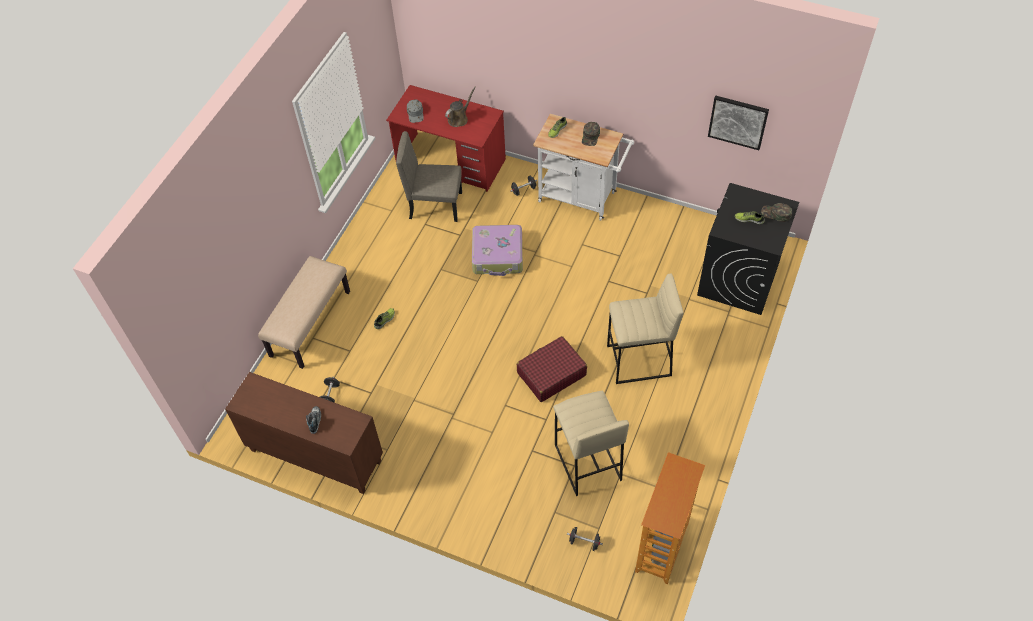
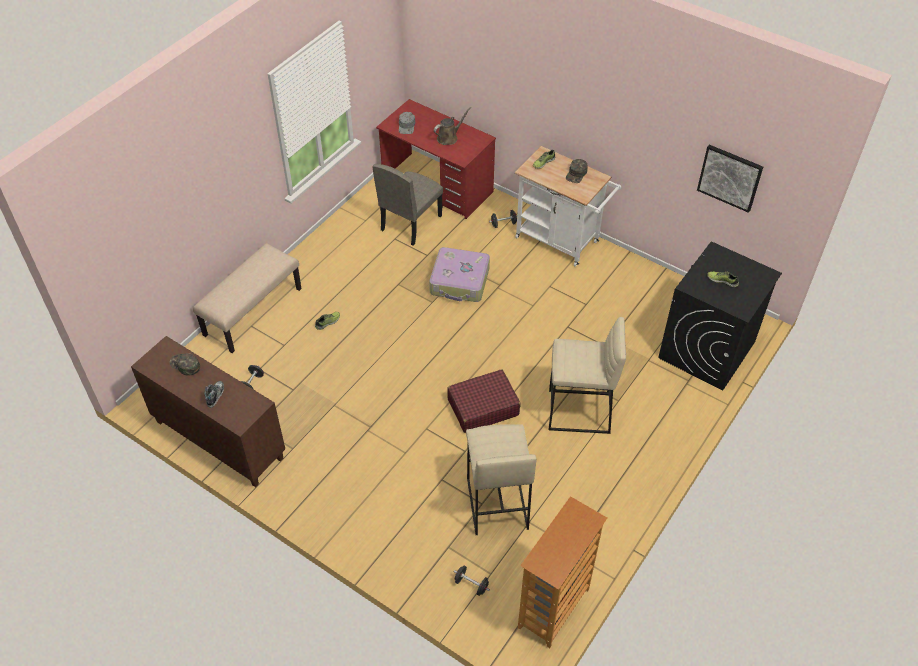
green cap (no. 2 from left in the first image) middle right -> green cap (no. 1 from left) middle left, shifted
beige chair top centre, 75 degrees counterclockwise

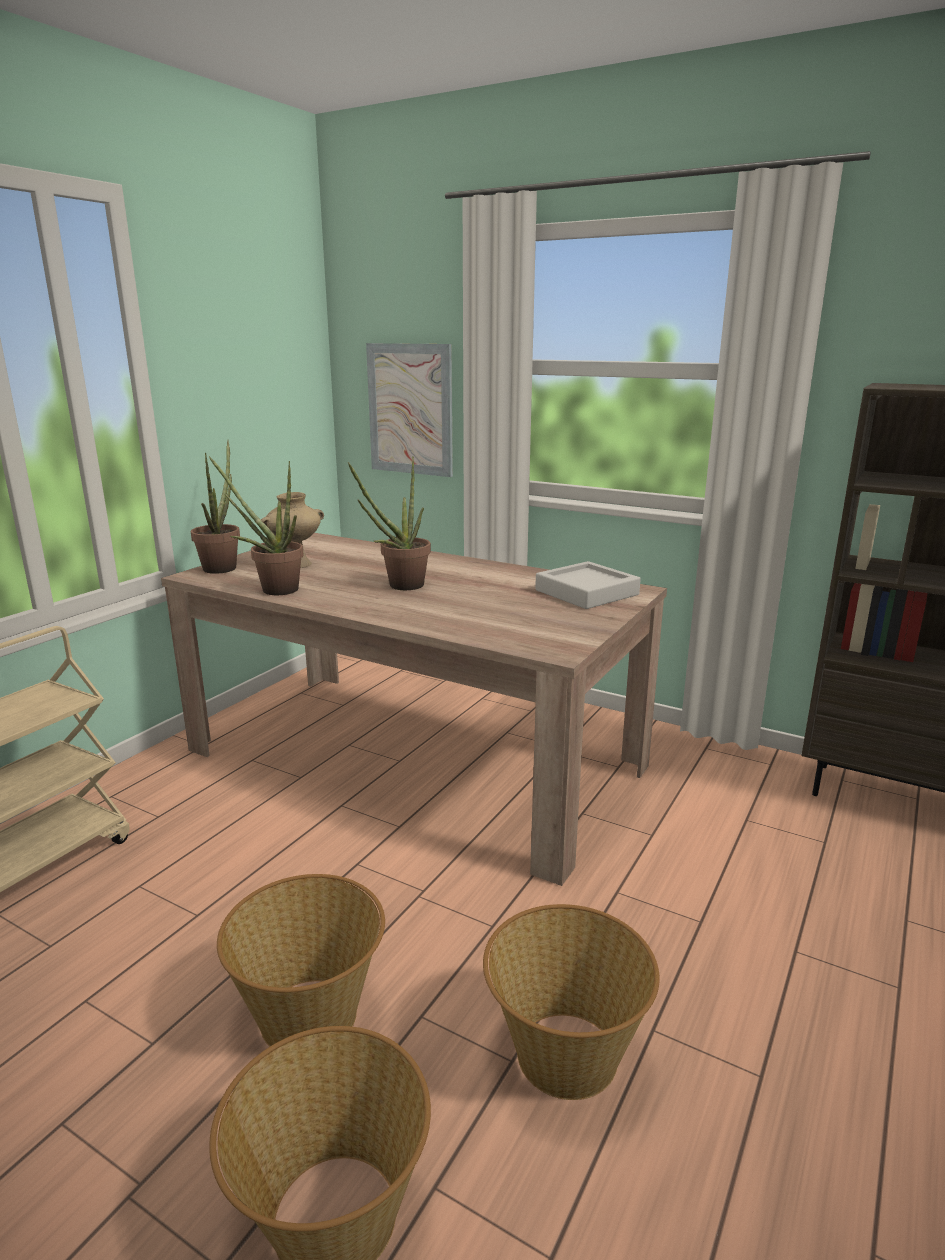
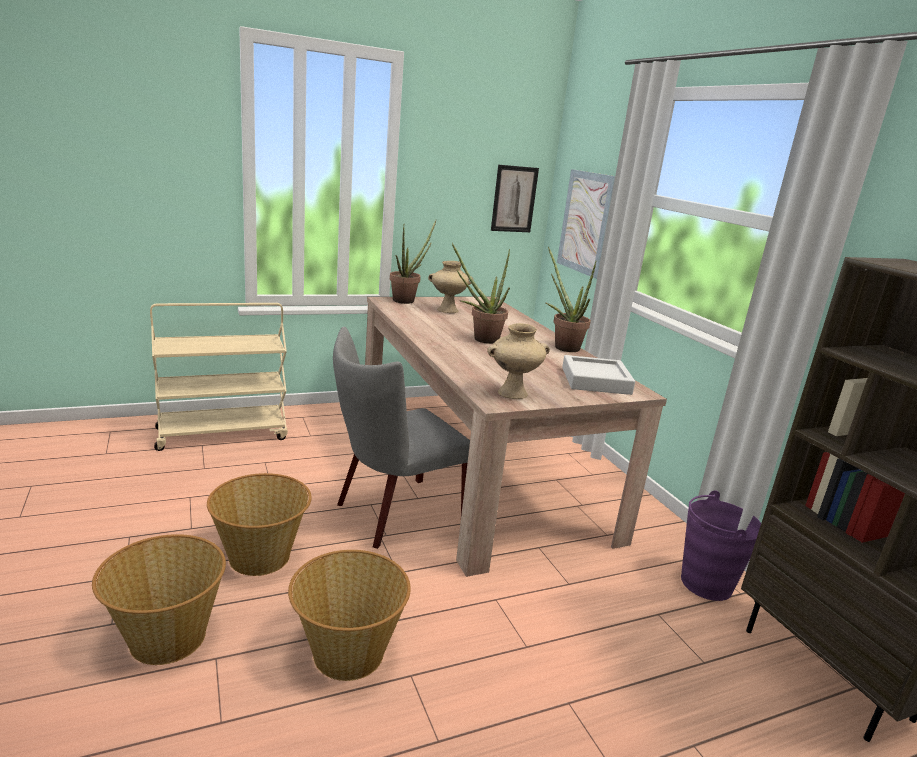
none -> grey chair centre
none -> beige vase (no. 2 from left) centre
none -> picture (no. 1 from left) top centre
none -> purple bucket bottom right
potted plant (no. 2 from left in the first image) middle left -> potted plant (no. 3 from left) centre, shifted

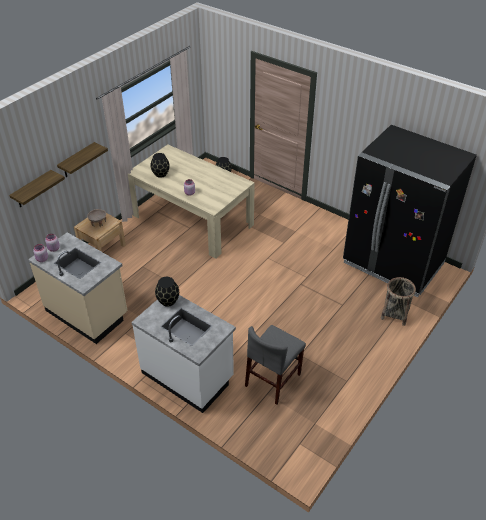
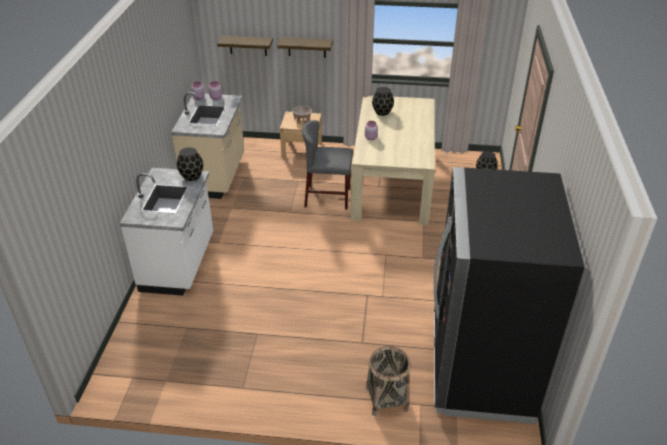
grey chair bottom centre -> grey chair centre, shifted

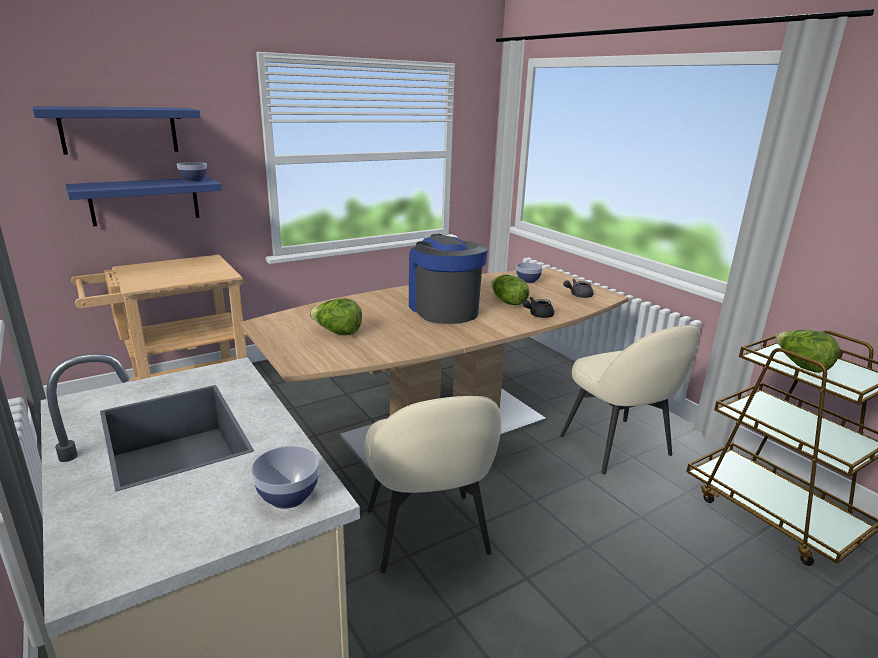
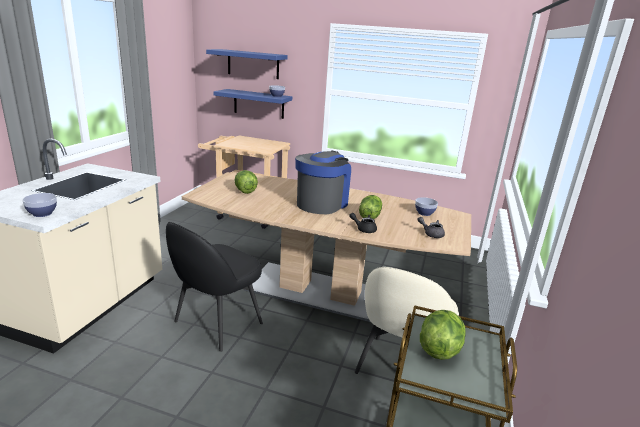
beige chair (no. 1 from left) bottom centre -> black chair bottom centre

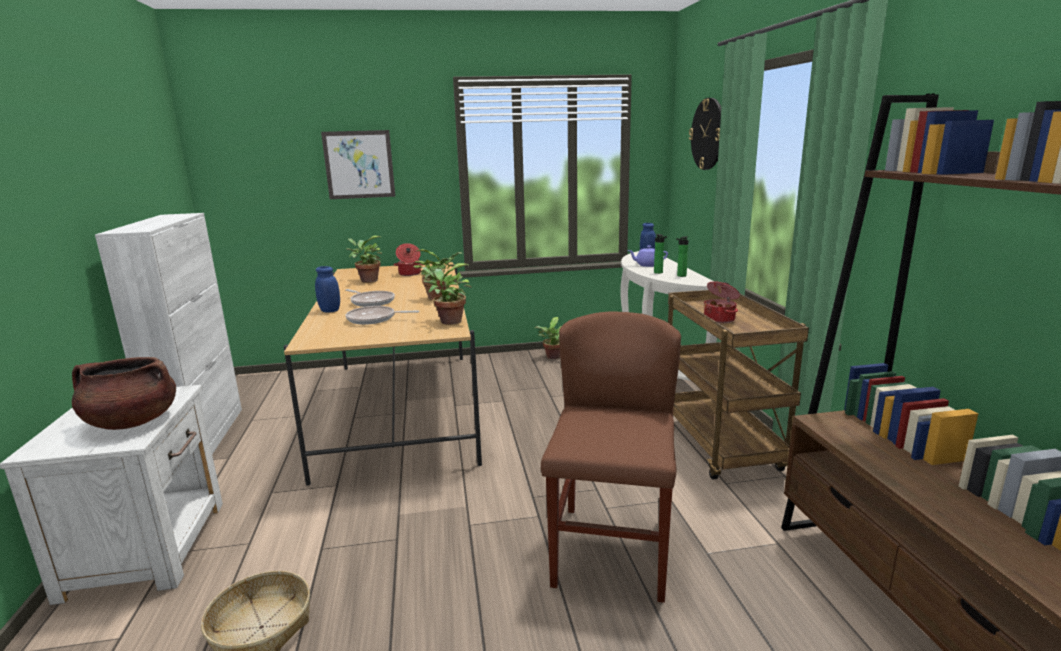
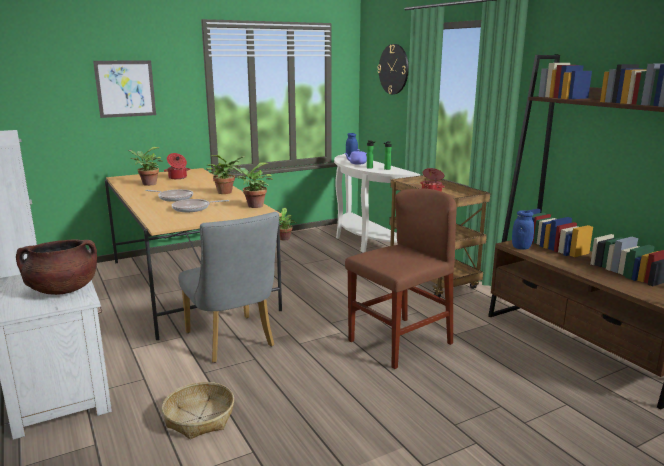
none -> grey chair centre
blue jar (no. 1 from left in the first image) middle left -> blue jar (no. 2 from left) middle right, shifted
brown chair bottom centre -> brown chair centre, 60 degrees clockwise

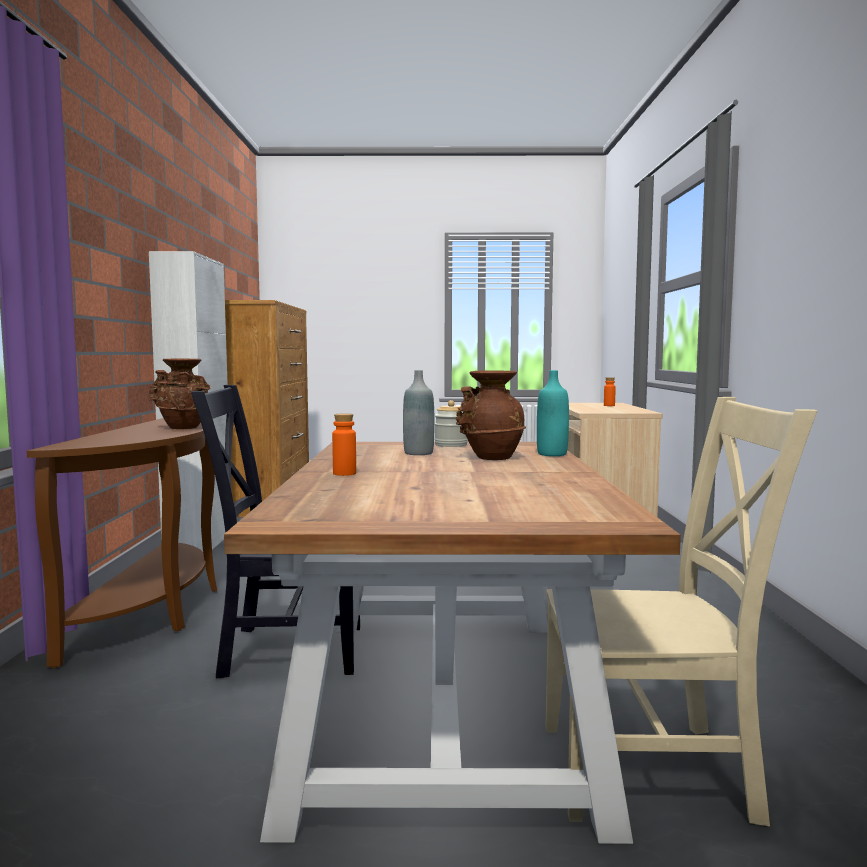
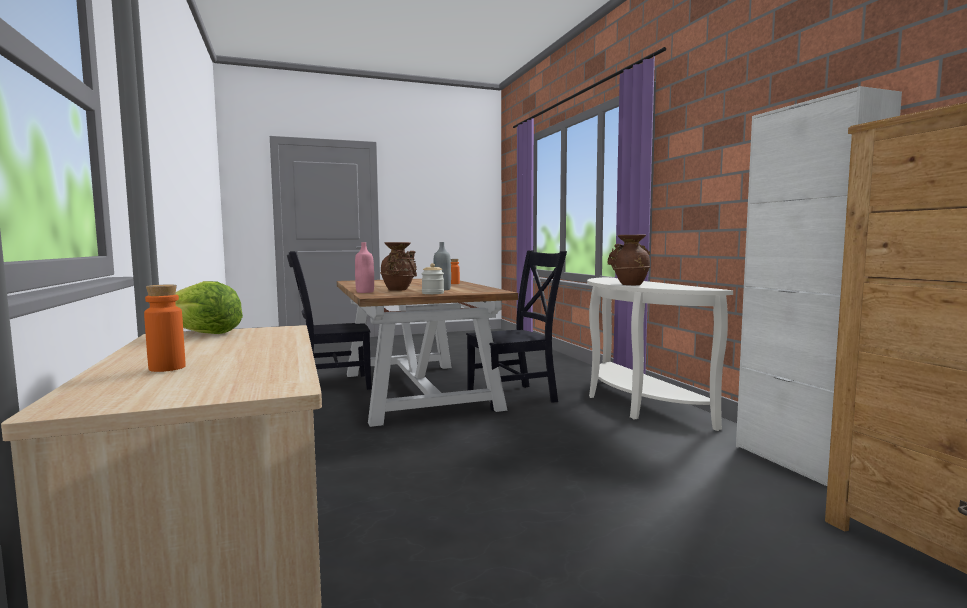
none -> lettuce middle left
brown console table middle left -> white console table middle right
turquoise bottle centre -> pink bottle centre
beige chair bottom right -> black chair (no. 1 from left) centre

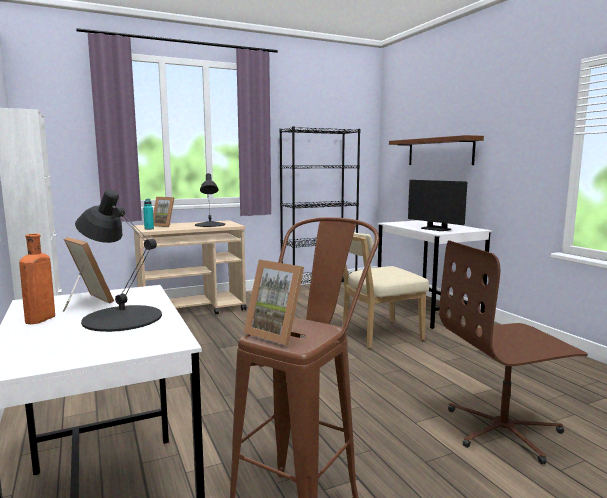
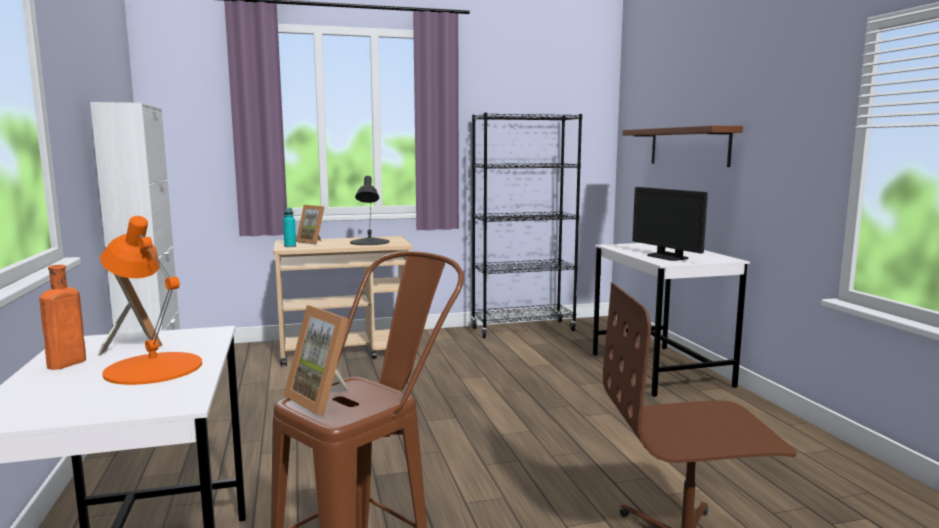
beige chair centre -> none
black table lamp (no. 1 from left) middle left -> orange table lamp middle left

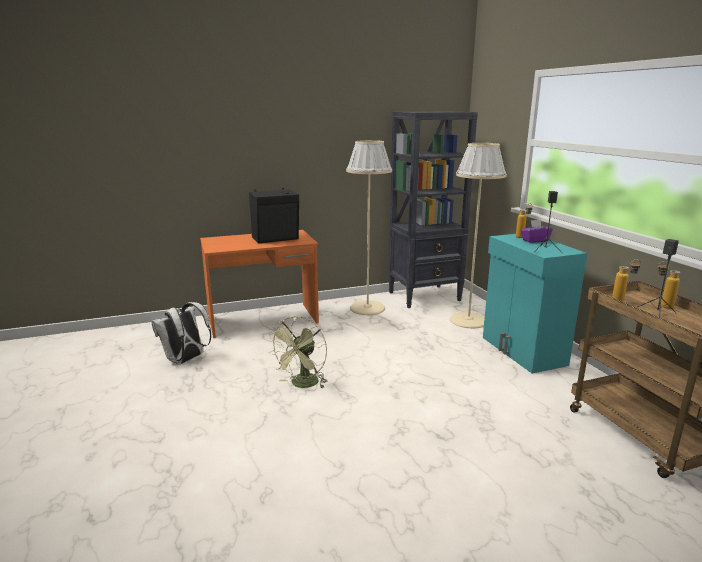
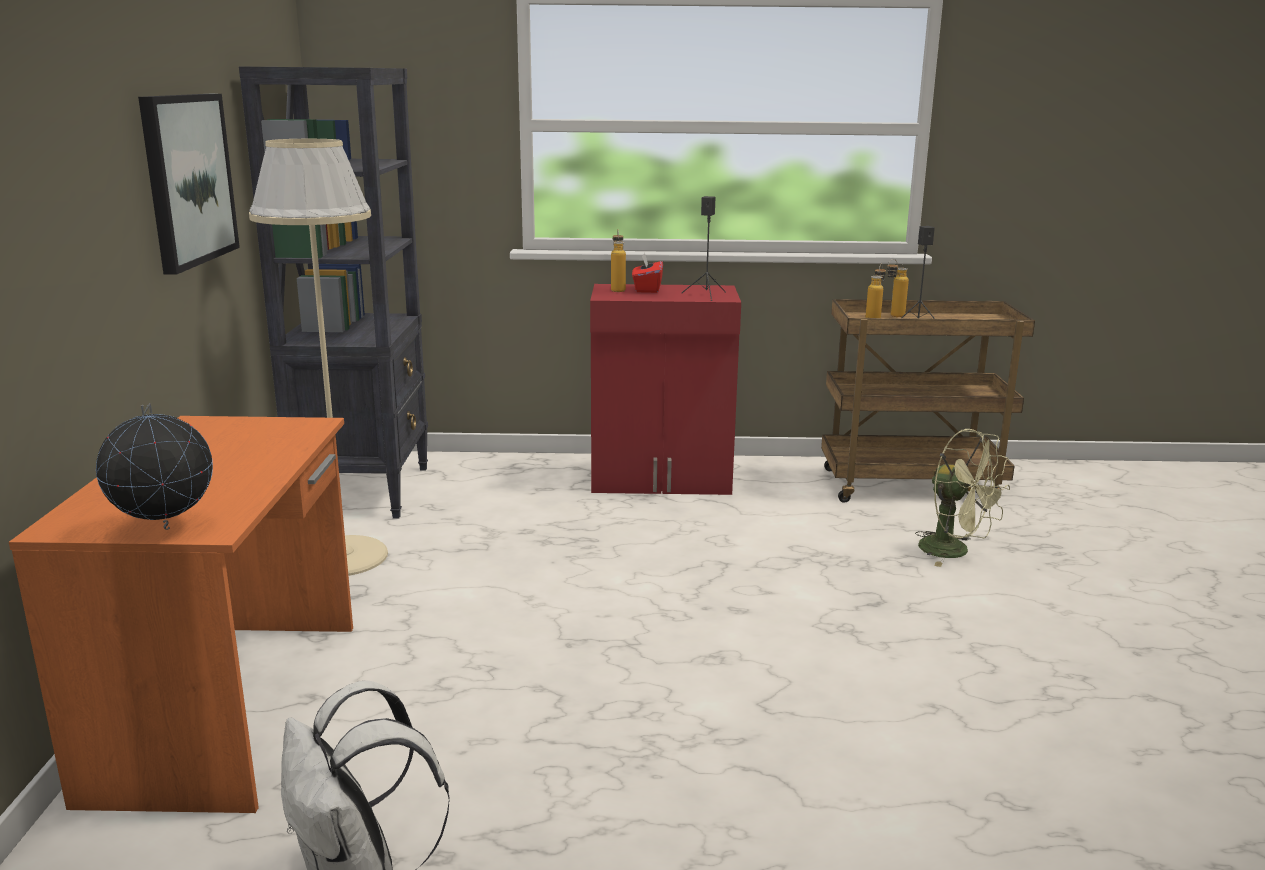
black speaker (no. 1 from left) centre -> none
beige floor lamp (no. 2 from left) middle right -> none
none -> globe middle left
none -> picture top left
green fan centre -> green fan middle right, shifted
turquoise cabinet middle right -> red cabinet centre
purple tissue box middle right -> red tissue box top centre

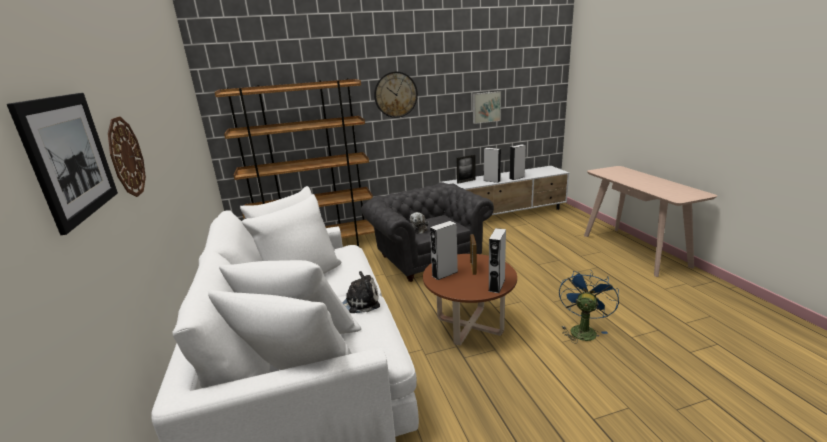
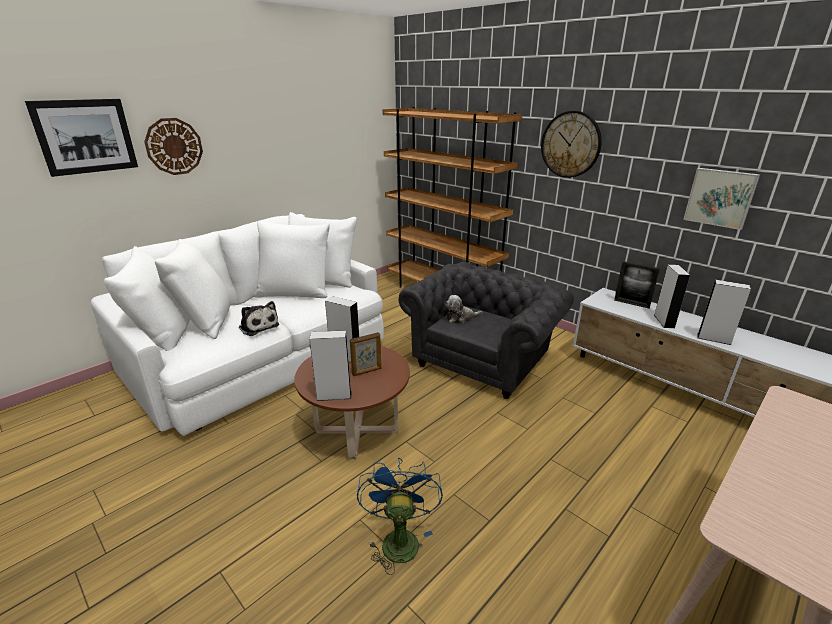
blue fan bottom right -> blue fan bottom centre, 90 degrees counterclockwise

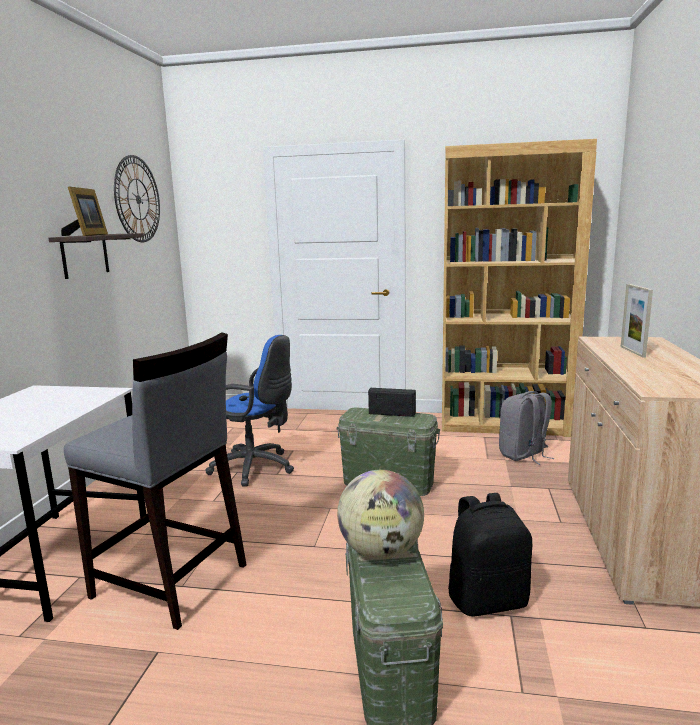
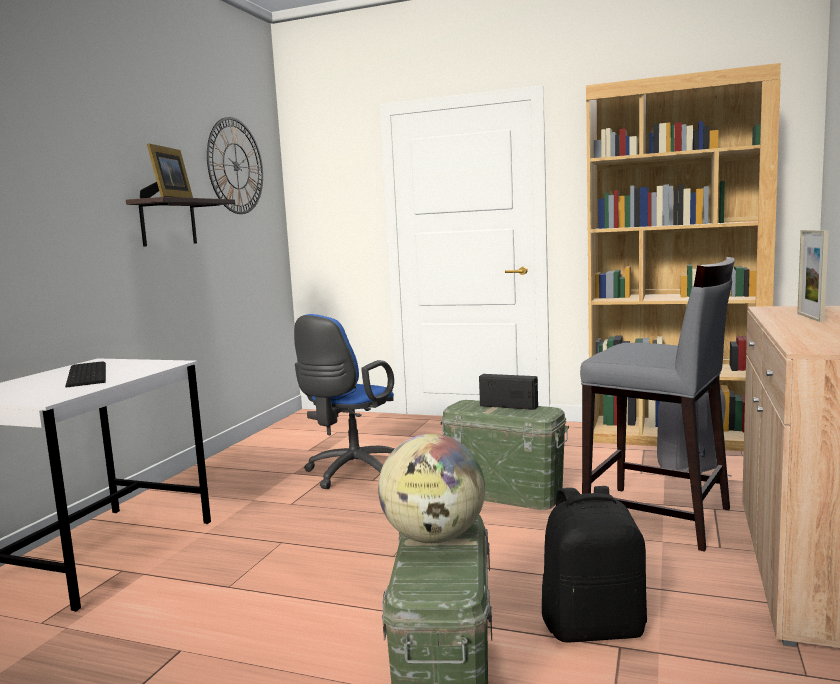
none -> keyboard middle left
grey stool middle left -> grey stool middle right, shifted
blue office chair centre, 90 degrees clockwise

